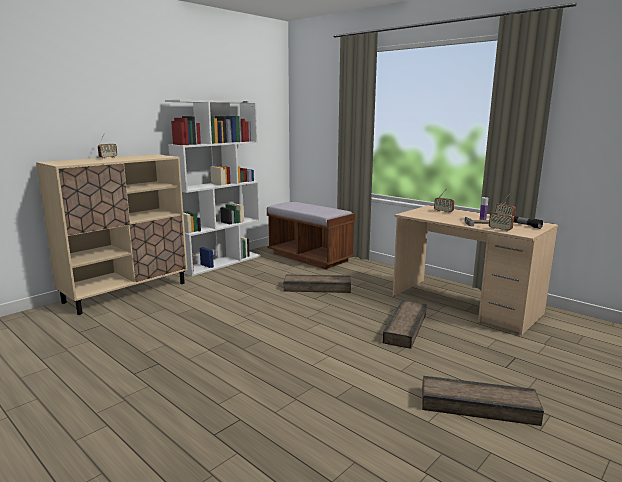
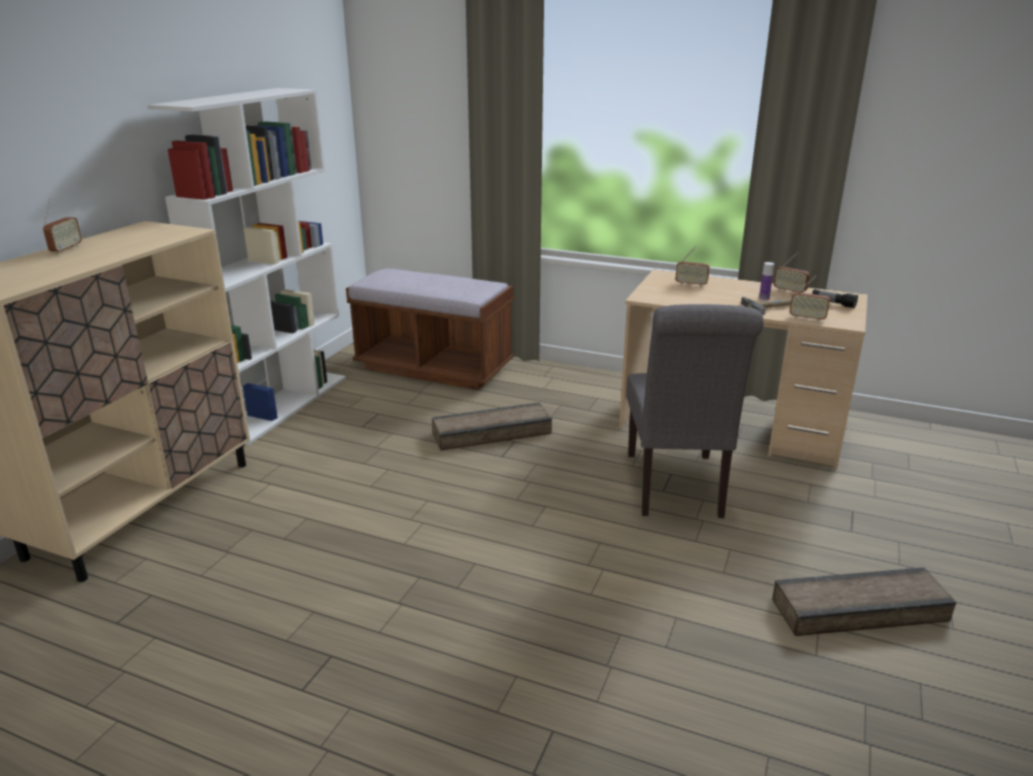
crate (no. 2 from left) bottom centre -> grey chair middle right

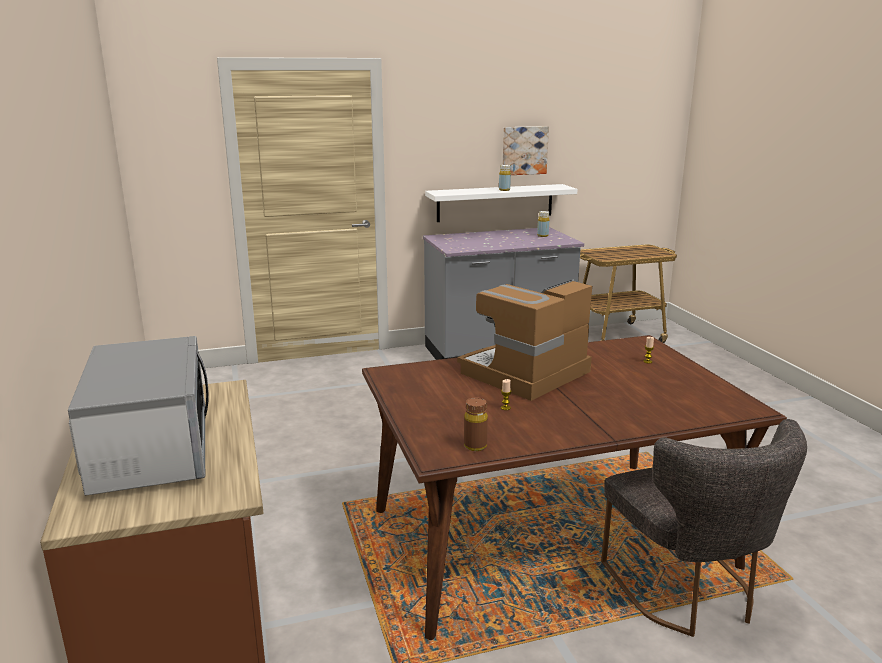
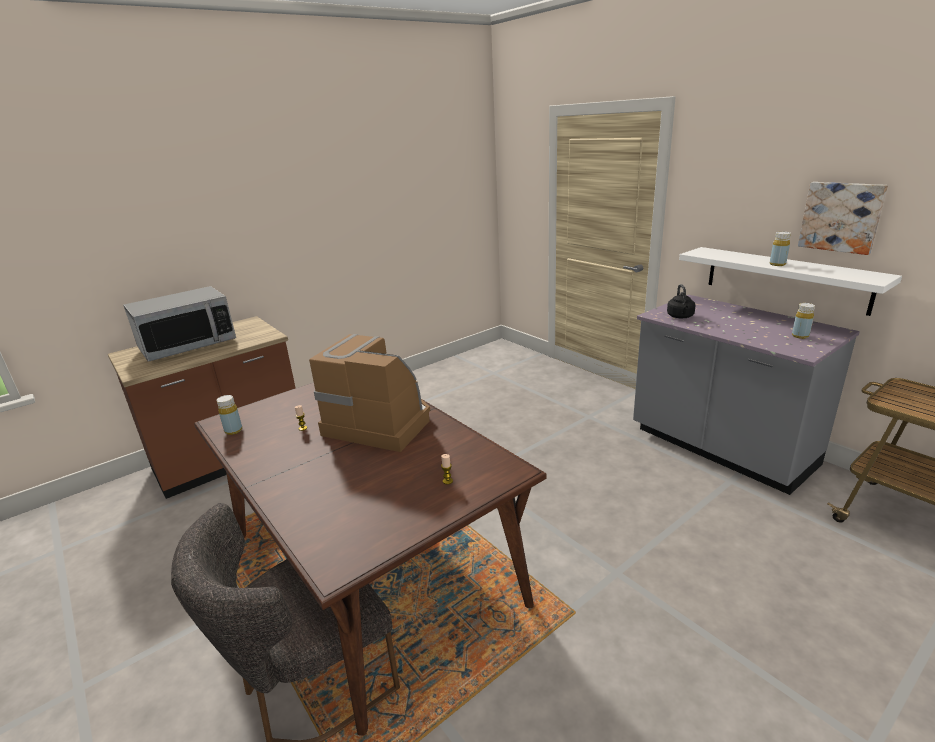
none -> black kettle middle right
brown bottle centre -> yellow bottle (no. 1 from left) middle left

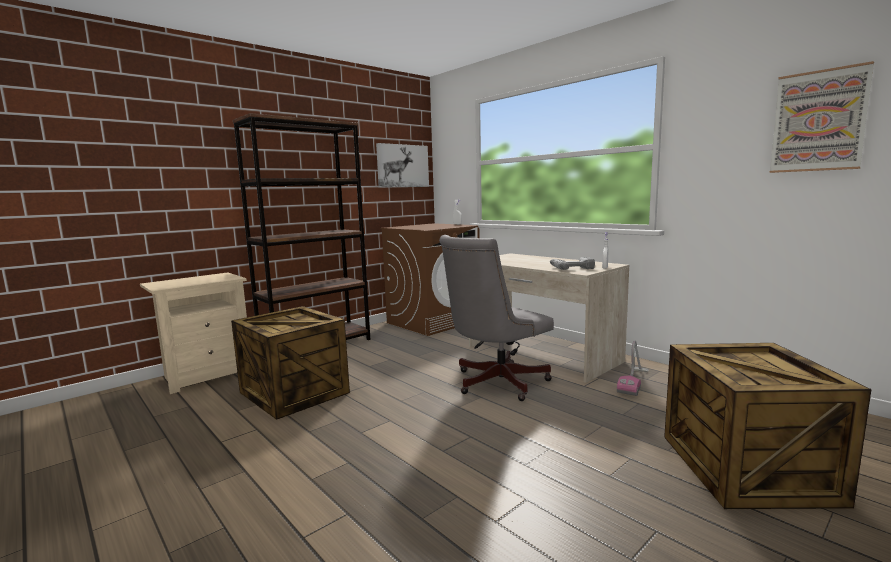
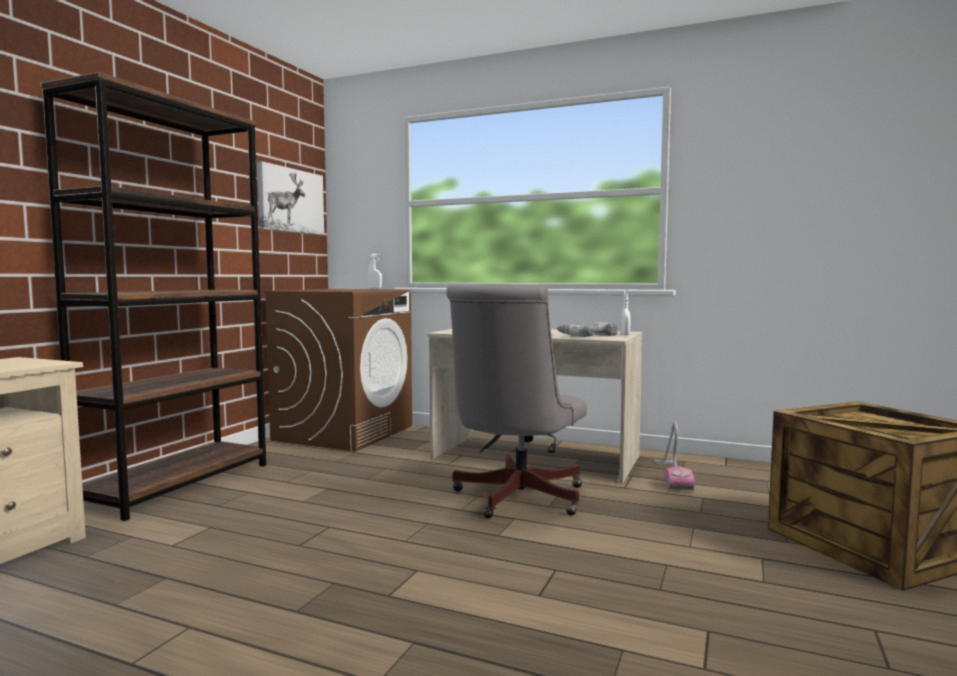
crate (no. 1 from left) middle left -> none
picture (no. 2 from left) top right -> none

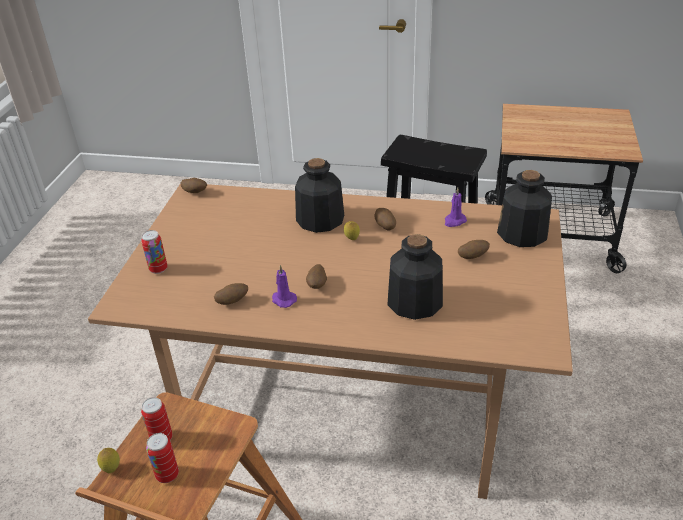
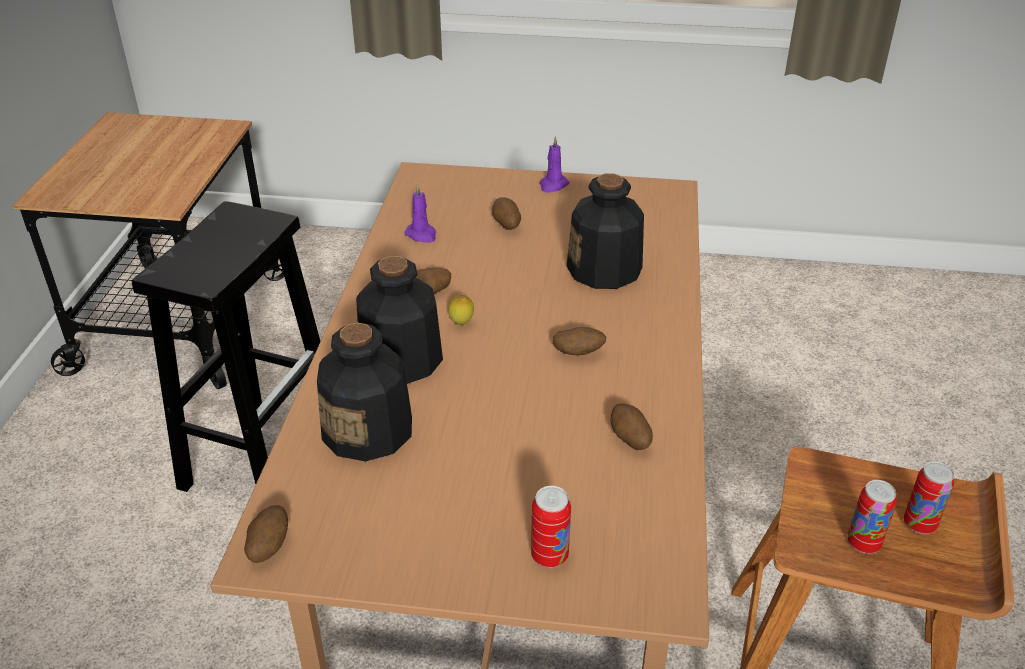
lemon (no. 1 from left) bottom left -> none
purple candle (no. 1 from left in the first image) centre -> purple candle (no. 2 from left) top centre, shifted
bottle (no. 3 from left in the first image) middle right -> bottle (no. 1 from left) centre, shifted

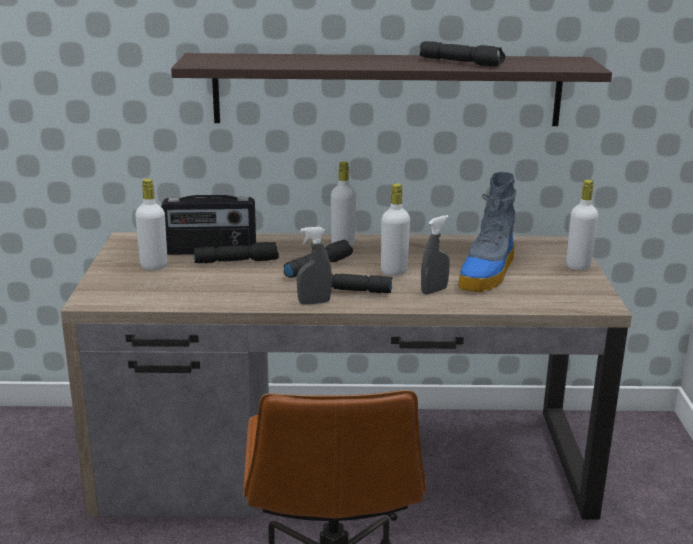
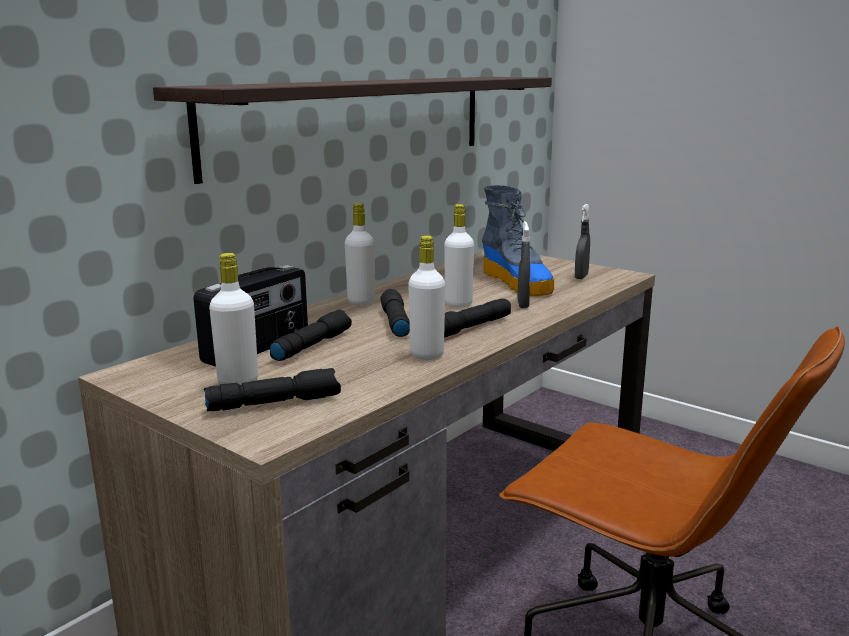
grey spray bottle (no. 1 from left in the first image) centre -> grey spray bottle (no. 2 from left) middle right, shifted
black flashlight (no. 4 from left in the first image) top right -> black flashlight (no. 1 from left) middle left, shifted
white bottle (no. 4 from left in the first image) middle right -> white bottle (no. 3 from left) centre, shifted

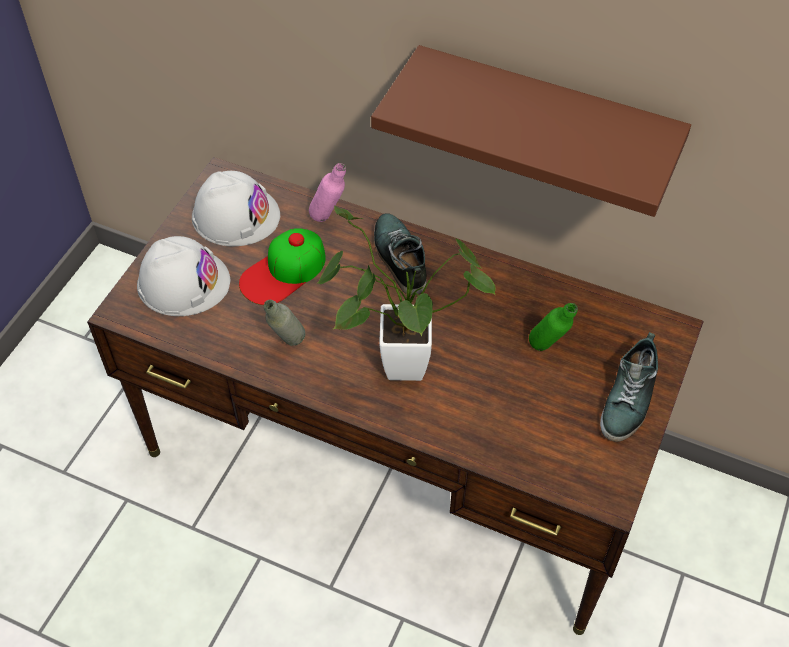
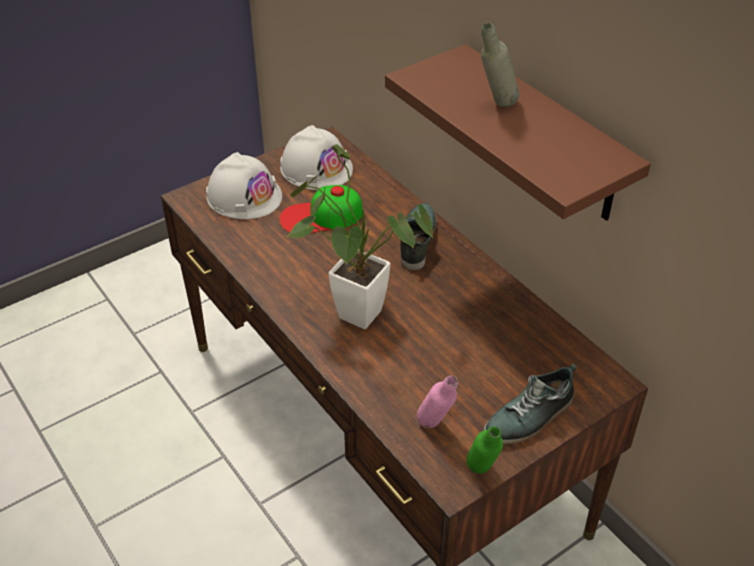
grey bottle centre -> grey bottle top centre, shifted
pink bottle top centre -> pink bottle bottom centre, shifted
green bottle middle right -> green bottle bottom centre, shifted

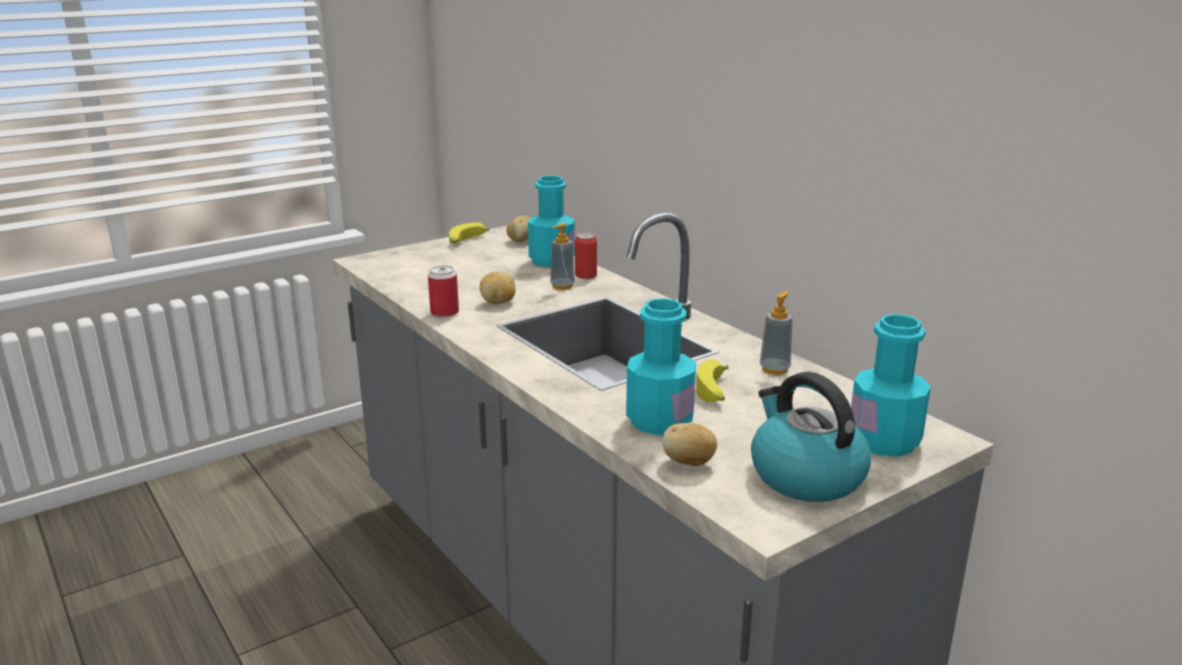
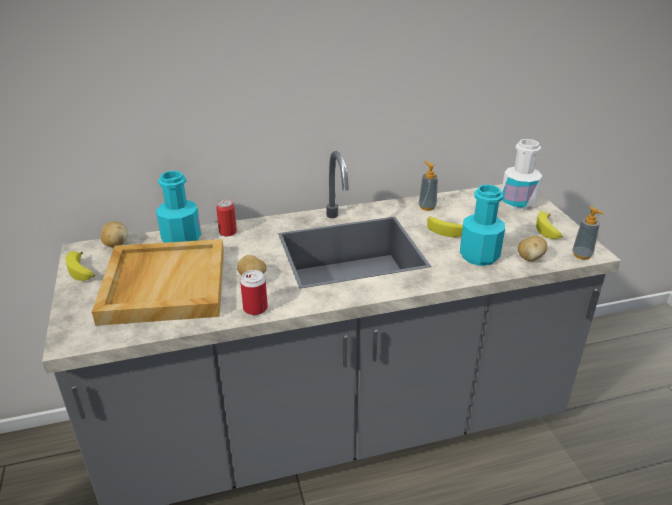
none -> beige tray middle left
soap dispenser (no. 1 from left in the first image) centre -> soap dispenser (no. 2 from left) middle right, shifted
kettle middle right -> banana (no. 3 from left) middle right
turquoise bottle (no. 3 from left) middle right -> white bottle middle right

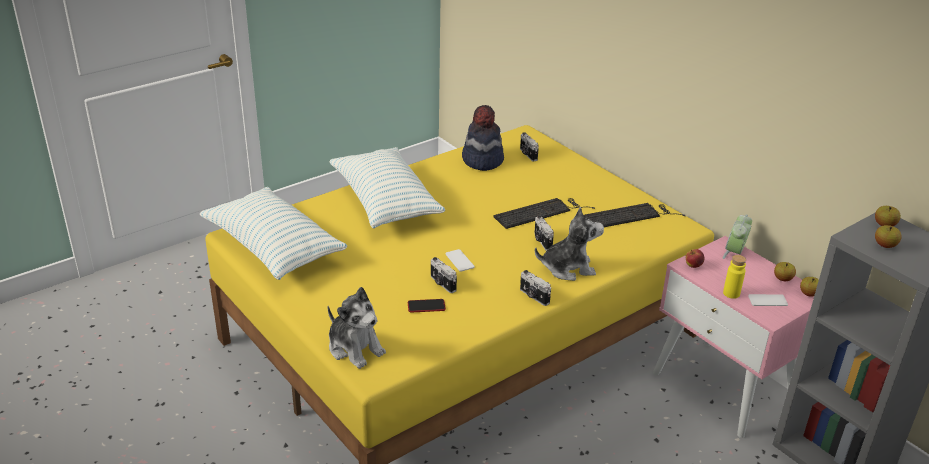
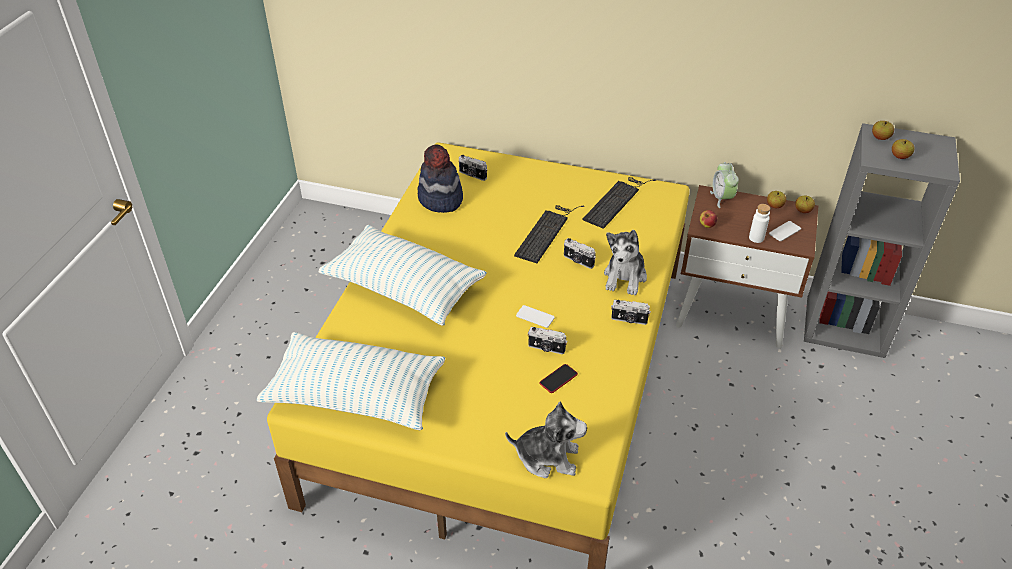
pink nightstand bottom right -> brown nightstand middle right
yellow bottle middle right -> white bottle middle right
plush toy (no. 2 from left) centre, 150 degrees clockwise

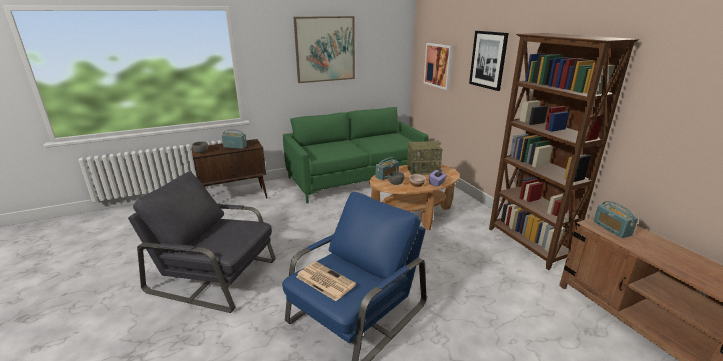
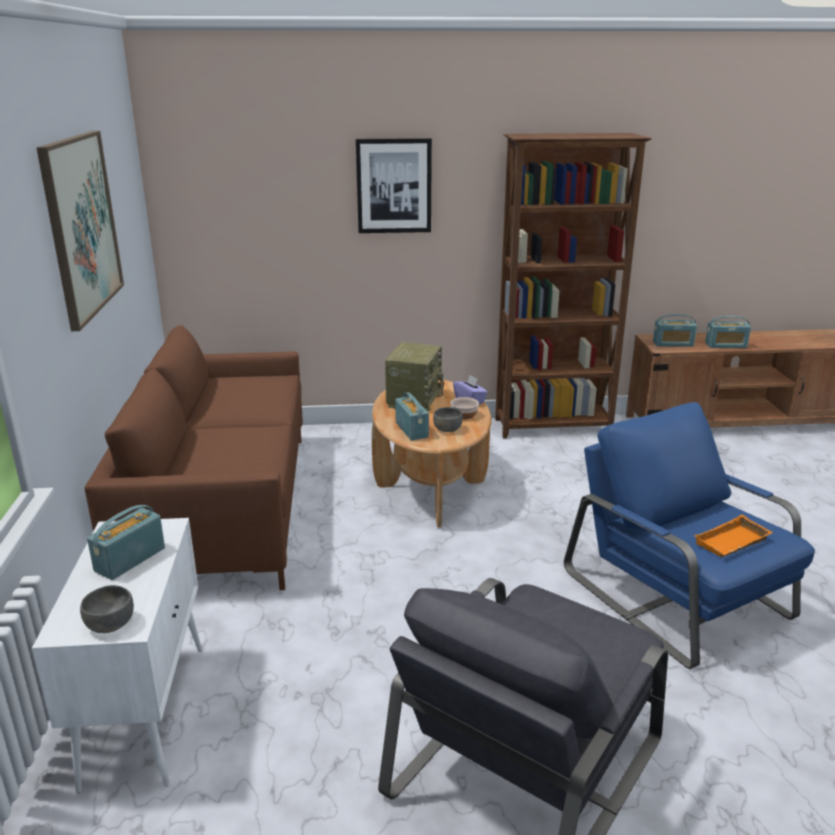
picture (no. 2 from left) top centre -> none
none -> radio (no. 5 from left) middle right
newspaper bottom centre -> orange tray middle right
brown cabinet middle left -> white cabinet bottom left
green sofa centre -> brown sofa middle left

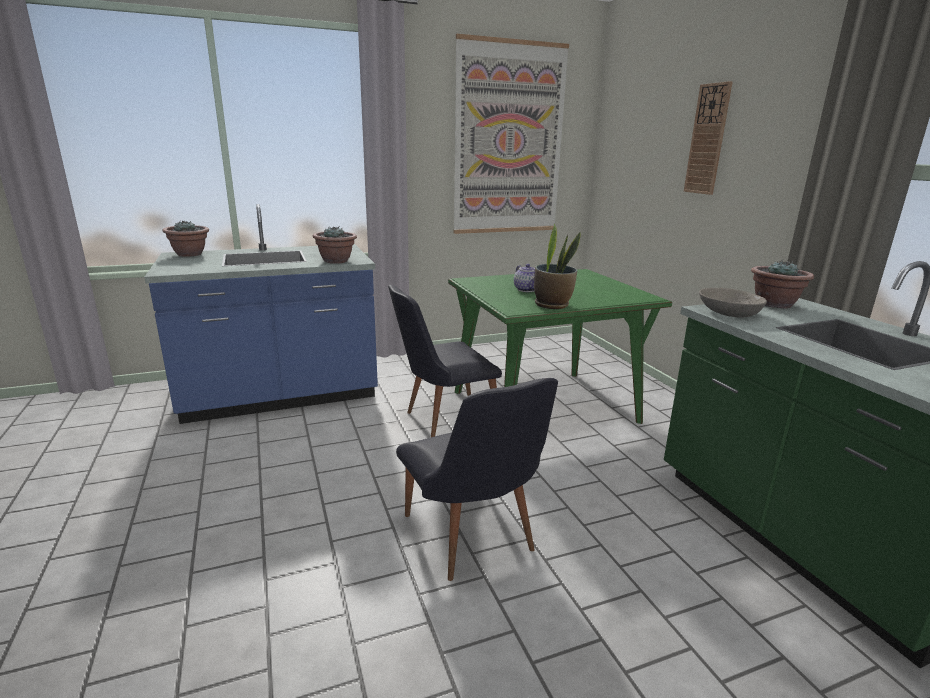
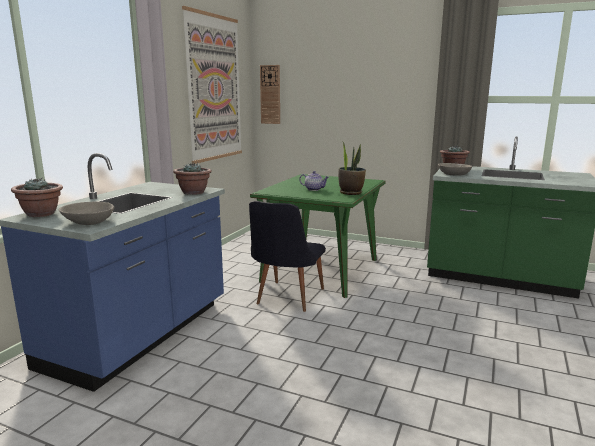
black chair (no. 2 from left) bottom centre -> none
none -> grey bowl (no. 1 from left) middle left
wall clock top right -> wall clock top centre, shifted

